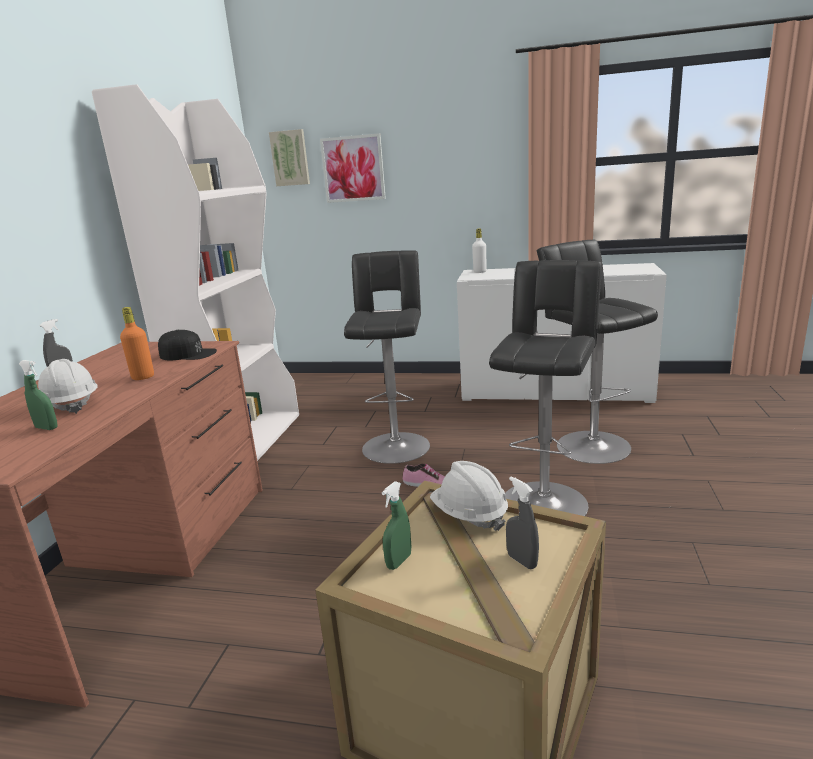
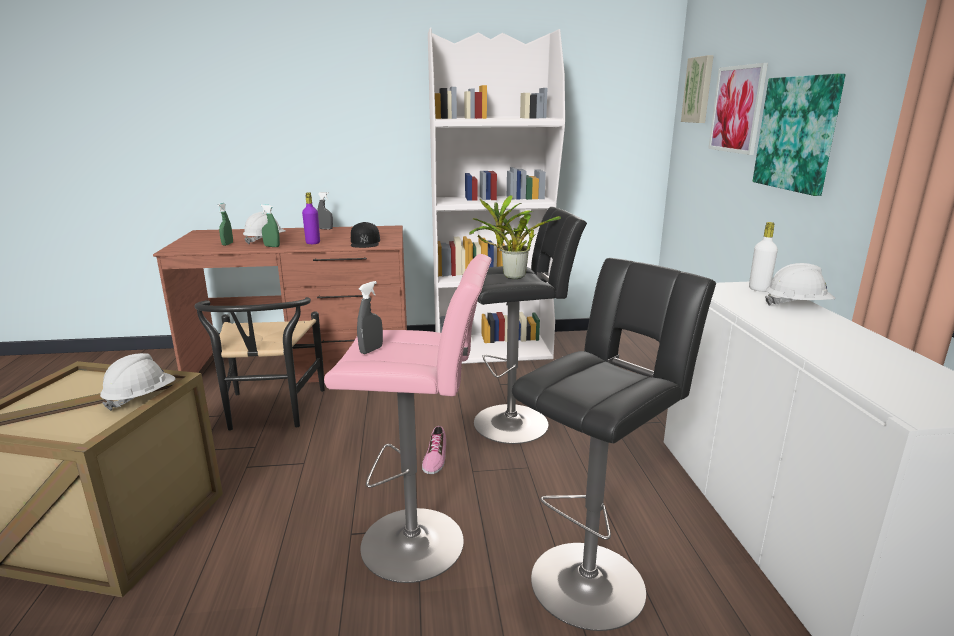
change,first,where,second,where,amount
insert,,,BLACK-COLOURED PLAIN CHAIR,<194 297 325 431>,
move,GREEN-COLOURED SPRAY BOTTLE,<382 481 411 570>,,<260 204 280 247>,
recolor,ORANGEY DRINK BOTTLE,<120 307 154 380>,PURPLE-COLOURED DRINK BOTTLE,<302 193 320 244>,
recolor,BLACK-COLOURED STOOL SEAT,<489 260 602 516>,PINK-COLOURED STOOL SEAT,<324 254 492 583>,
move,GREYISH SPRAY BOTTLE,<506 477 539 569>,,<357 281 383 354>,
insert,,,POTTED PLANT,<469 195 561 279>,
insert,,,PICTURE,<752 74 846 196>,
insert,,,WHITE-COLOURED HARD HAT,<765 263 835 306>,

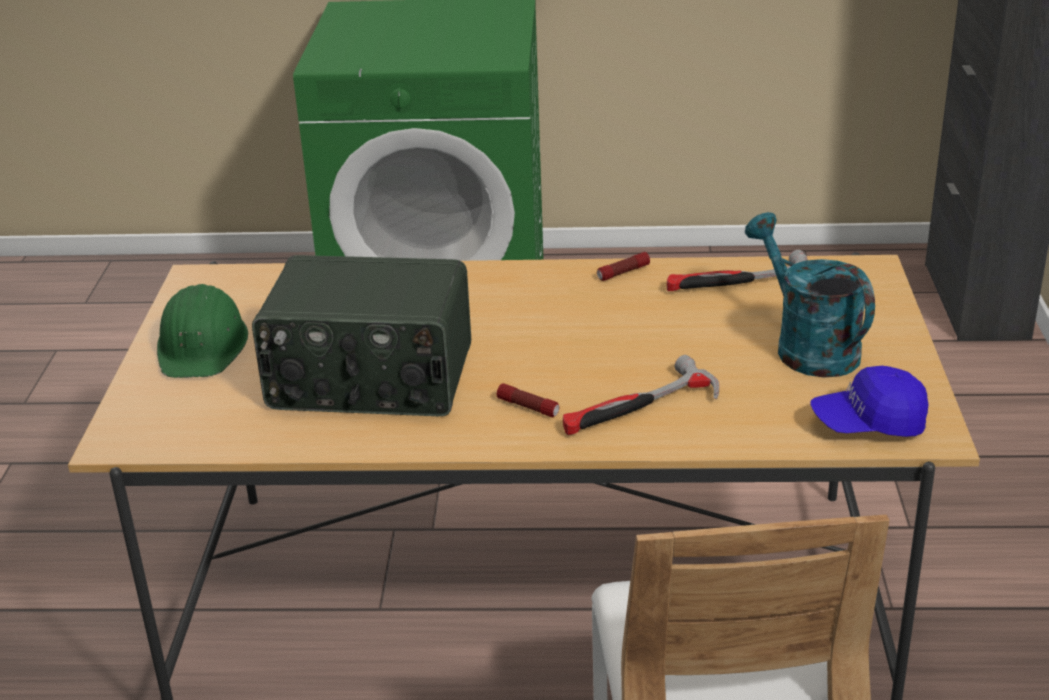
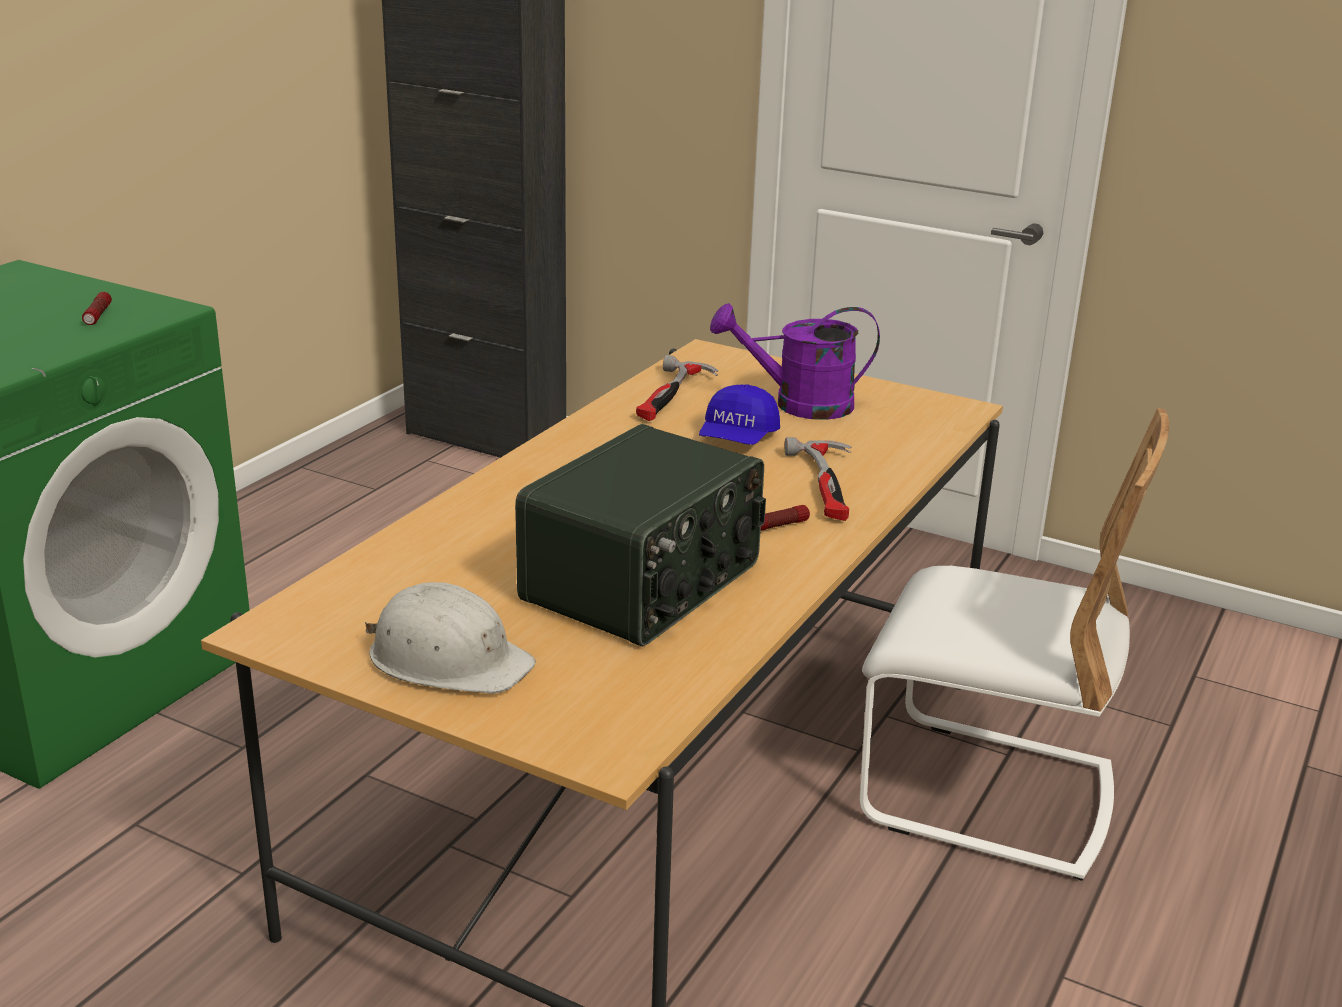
change,first,where,second,where,amount
move,HAND TORCH,<597 252 650 281>,,<82 292 112 325>,
recolor,GREEN-COLOURED HARD HAT,<157 284 248 378>,WHITE-COLOURED HARD HAT,<365 582 536 694>,
move,BLUE PEAKED CAP,<810 366 928 437>,,<699 384 780 445>,
recolor,BLUE-GREEN WATERING POT,<745 212 875 377>,PURPLE-COLOURED WATERING POT,<710 303 880 420>,

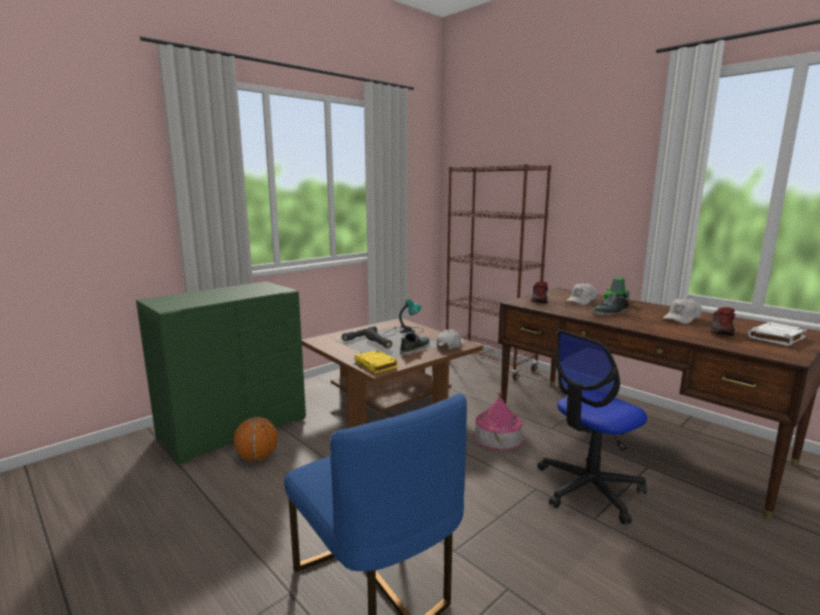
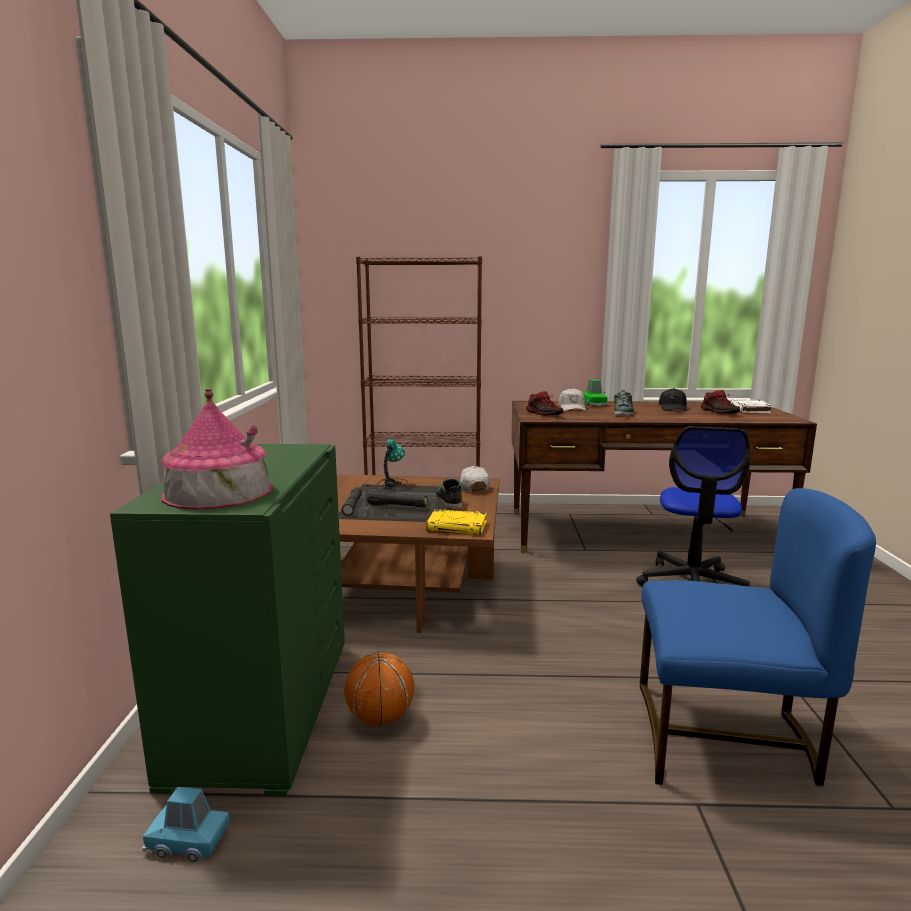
change,first,where,second,where,amount
insert,,,BLUE MODEL CAR,<142 787 230 862>,
move,MINIATURE HOUSE,<473 392 523 450>,,<160 388 273 510>,
recolor,WHITE-COLOURED PEAKED CAP,<662 298 702 324>,BLACK-COLOURED PEAKED CAP,<659 388 688 411>,

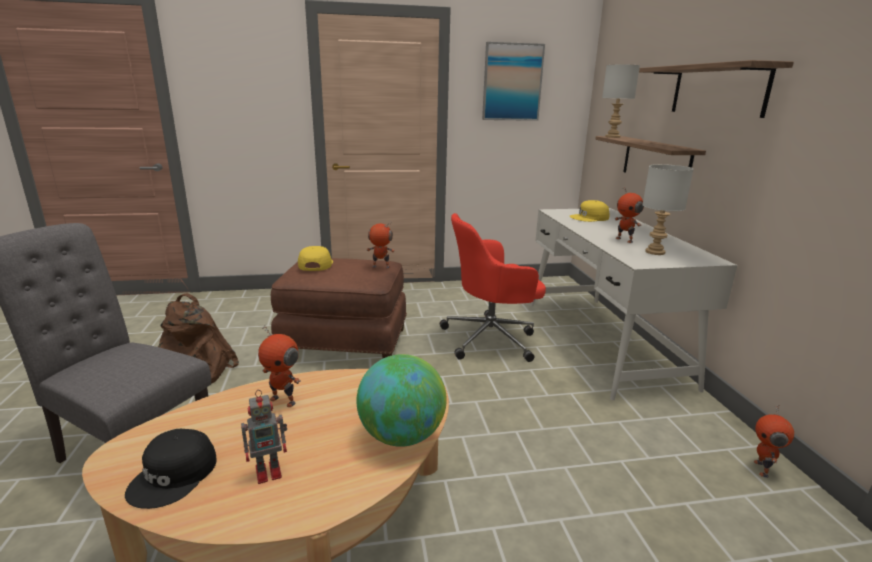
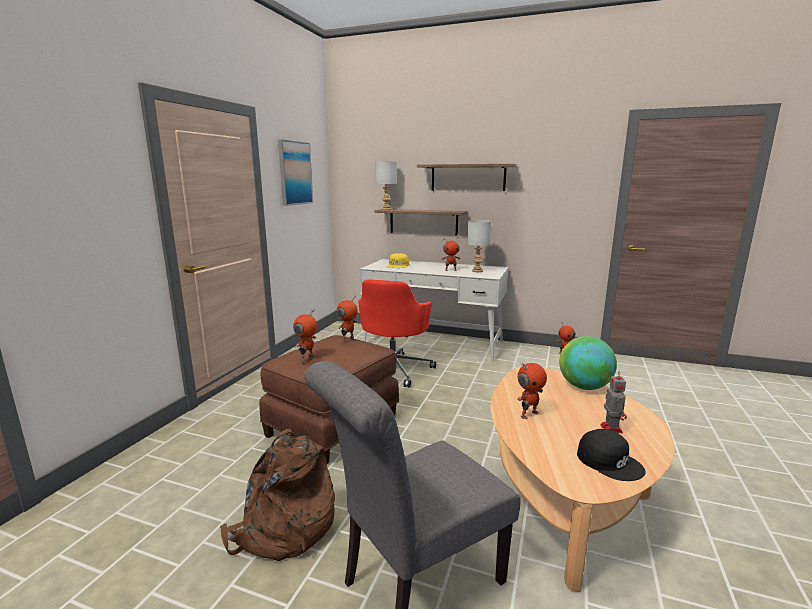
change,first,where,second,where,amount
replace,YELLOW PEAKED CAP,<298 246 333 271>,TOY ROBOT,<293 309 317 362>,

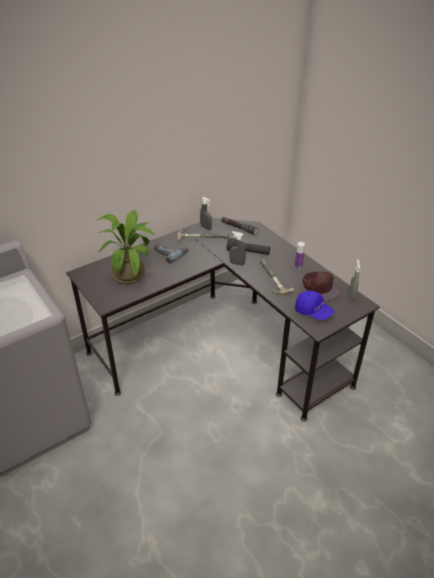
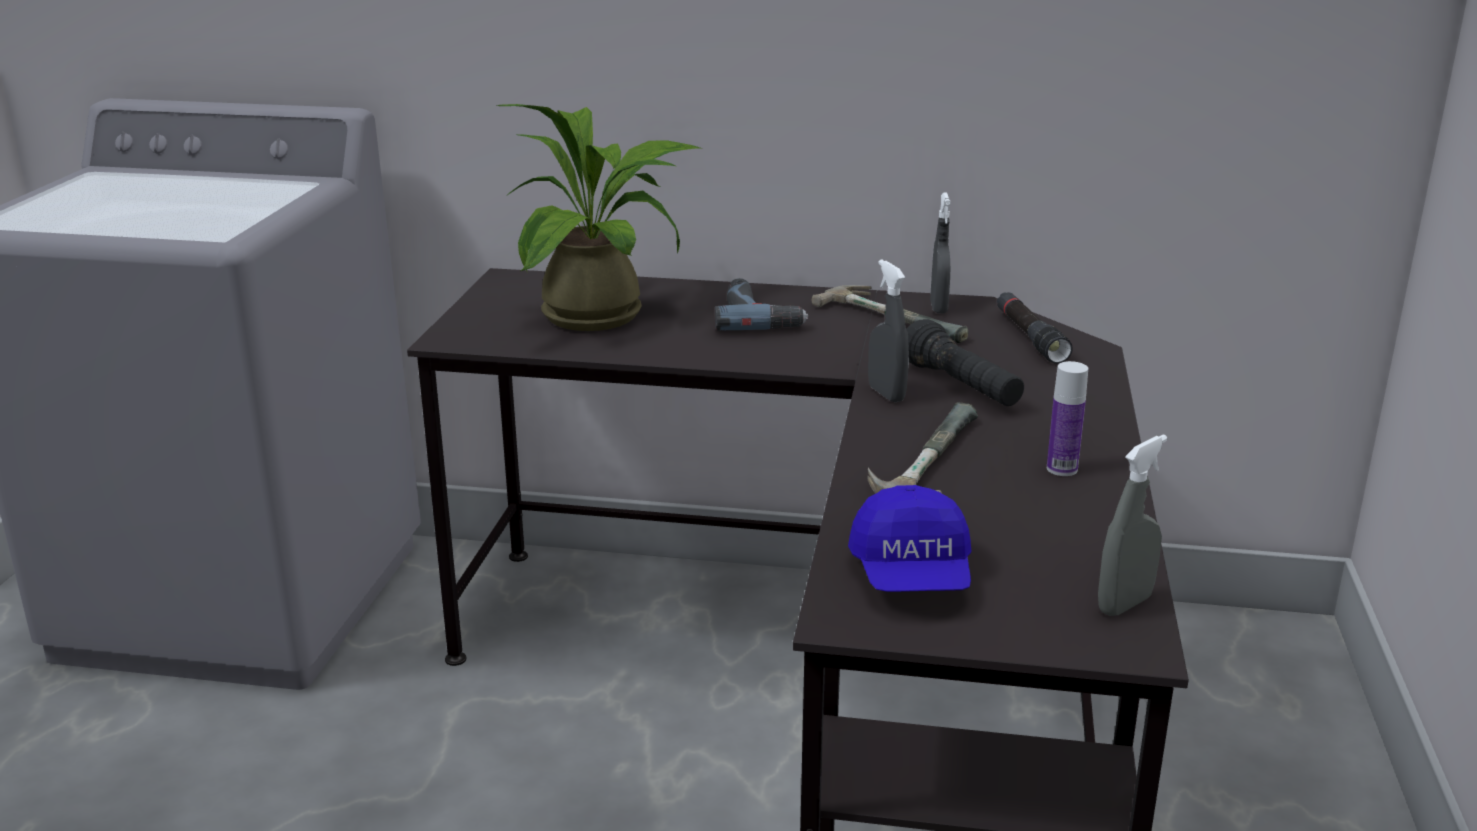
change,first,where,second,where,amount
delete,BROWN PEAKED CAP,<303 271 340 301>,,,

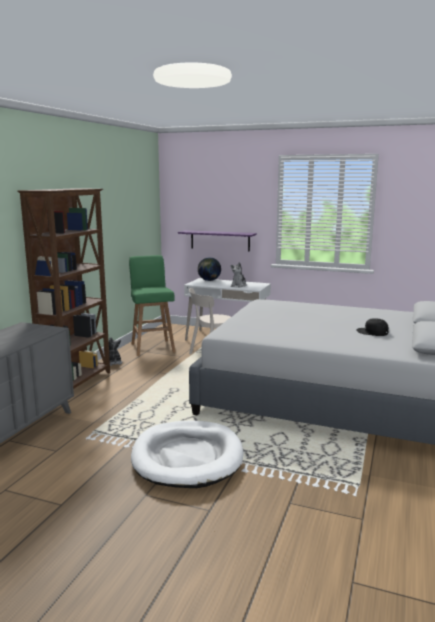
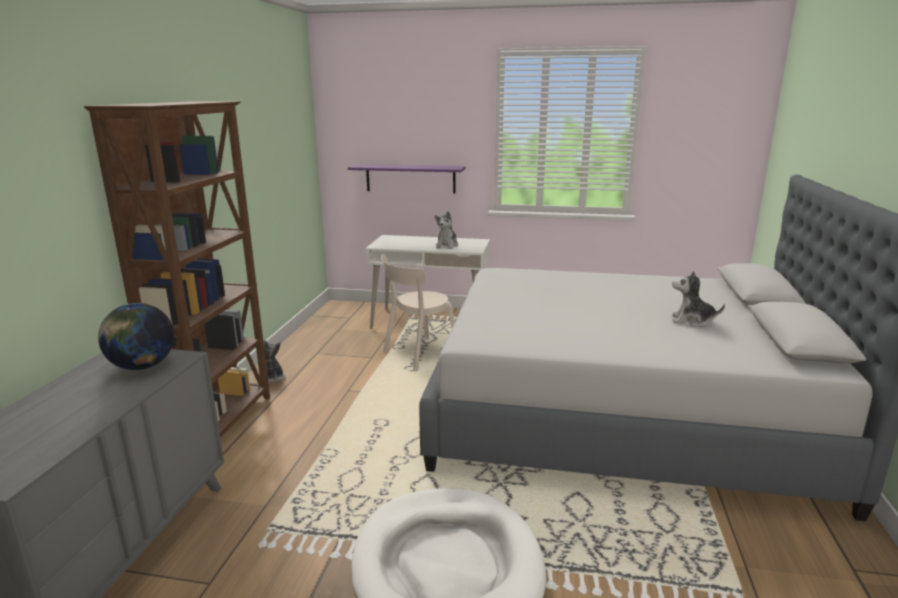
change,first,where,second,where,amount
move,DESK GLOBE,<198 257 221 281>,,<98 303 174 370>,
replace,BLACK-COLOURED PEAKED CAP,<356 319 389 336>,CUDDLY TOY,<672 271 725 327>,
delete,GREEN-COLOURED STOOL SEAT,<129 255 175 356>,,,

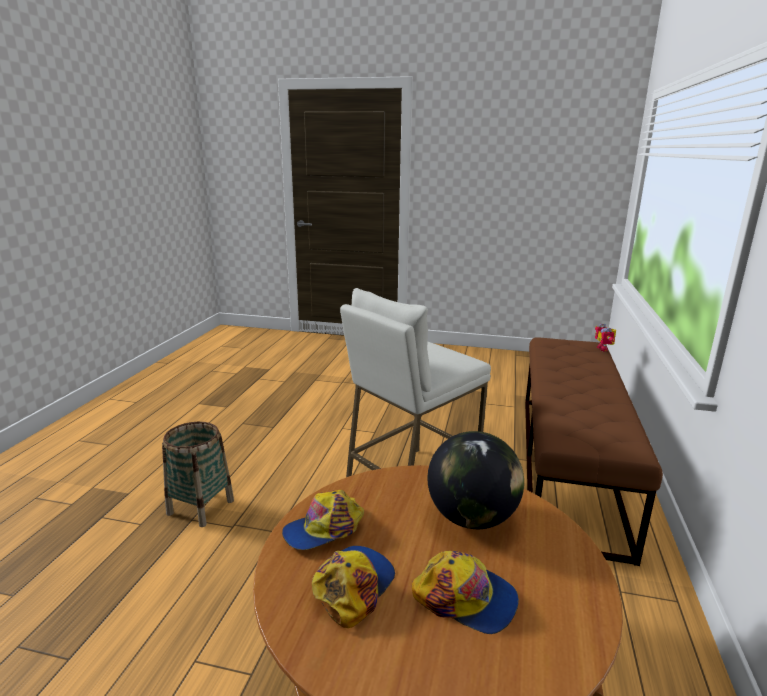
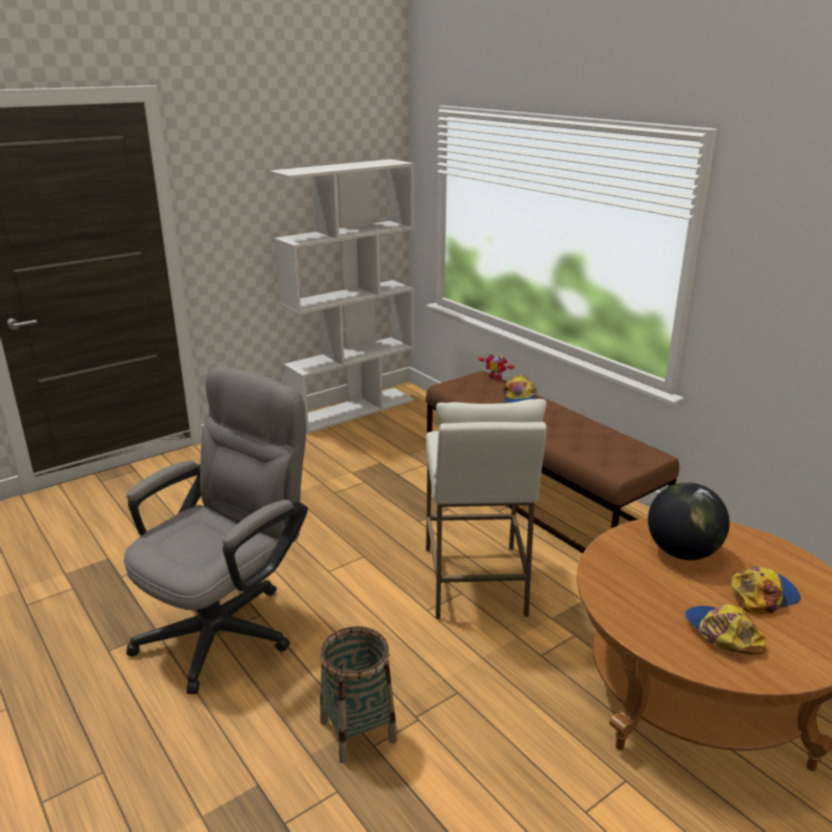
change,first,where,second,where,amount
insert,,,GREYISH COMPUTER CHAIR,<124 366 308 694>,
insert,,,WHITE-COLOURED BOOKCASE,<269 159 414 434>,
move,PEAKED CAP,<282 490 364 550>,,<504 375 537 403>,

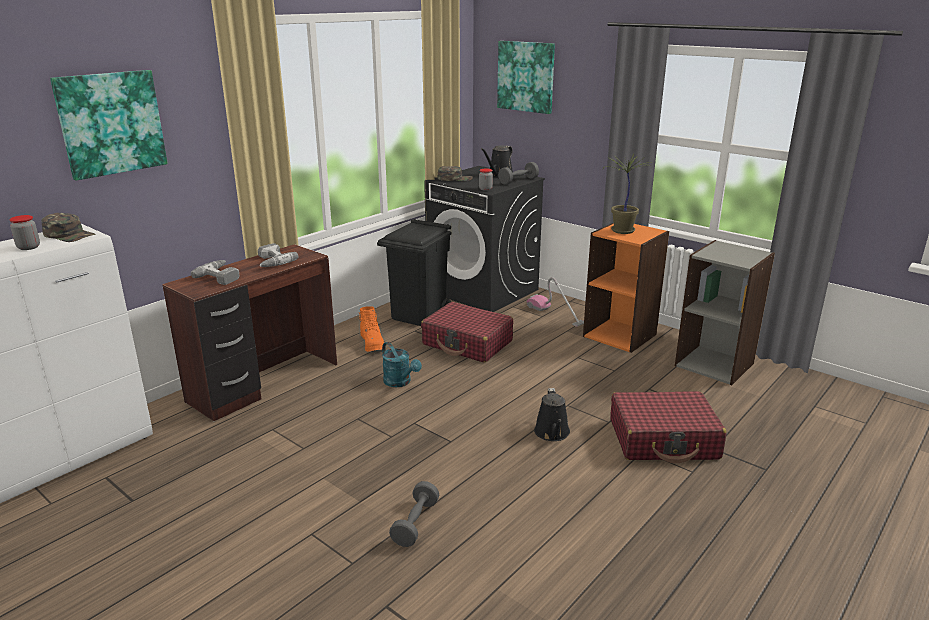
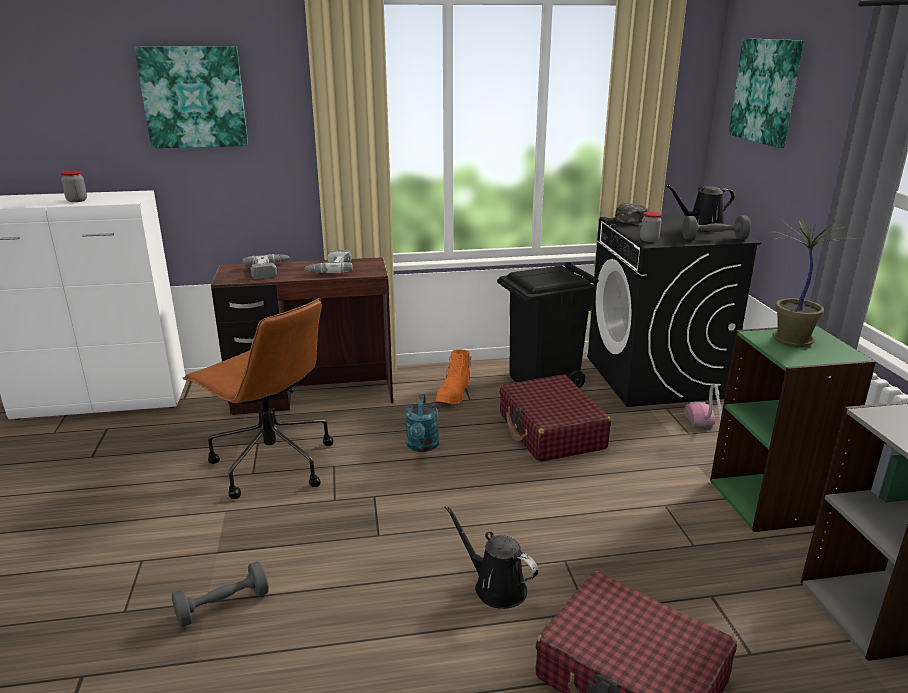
change,first,where,second,where,amount
insert,,,BROWN COMPUTER CHAIR,<183 298 333 499>,
rotate,BLACK-COLOURED WATERING POT,<534 388 570 441>,,<444 505 538 609>,90 degrees clockwise
recolor,ORANGEY BOOKCASE,<583 223 669 353>,GREEN-COLOURED BOOKCASE,<710 325 876 532>,
delete,GREEN-COLOURED PEAKED CAP,<41 213 96 242>,,,

